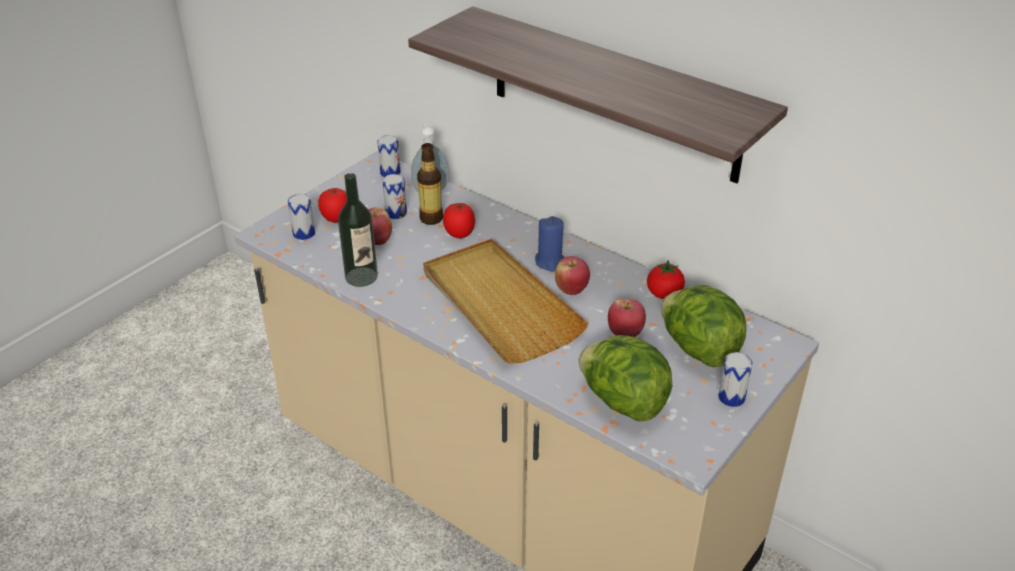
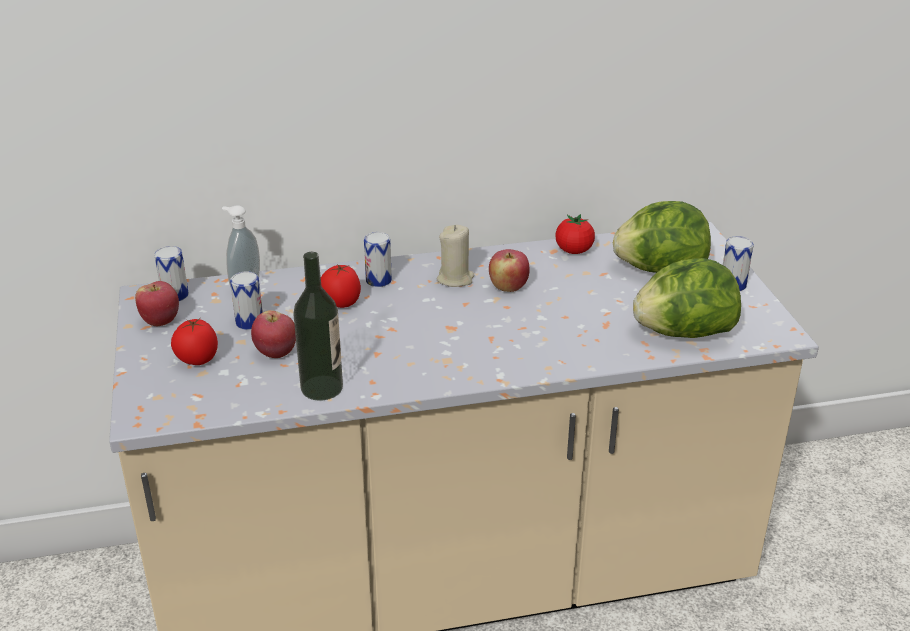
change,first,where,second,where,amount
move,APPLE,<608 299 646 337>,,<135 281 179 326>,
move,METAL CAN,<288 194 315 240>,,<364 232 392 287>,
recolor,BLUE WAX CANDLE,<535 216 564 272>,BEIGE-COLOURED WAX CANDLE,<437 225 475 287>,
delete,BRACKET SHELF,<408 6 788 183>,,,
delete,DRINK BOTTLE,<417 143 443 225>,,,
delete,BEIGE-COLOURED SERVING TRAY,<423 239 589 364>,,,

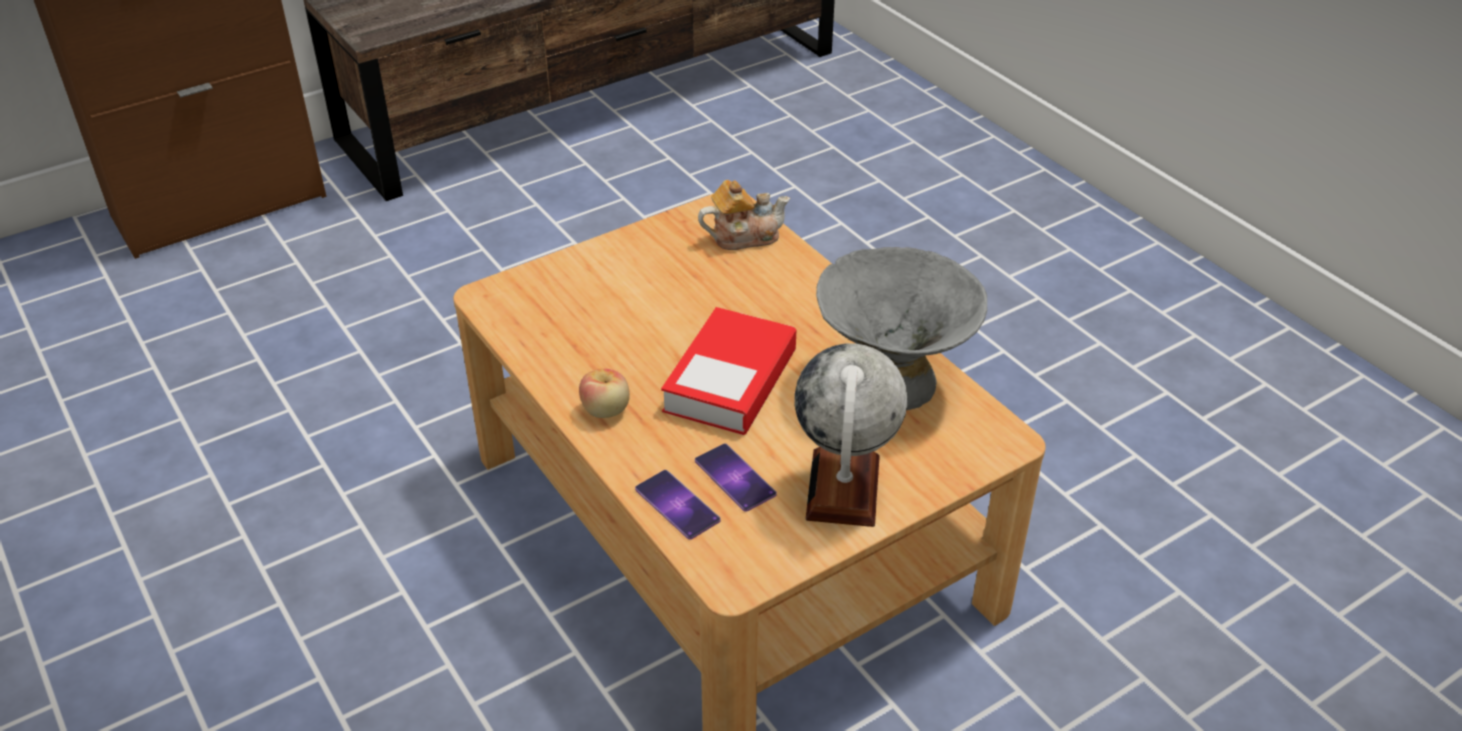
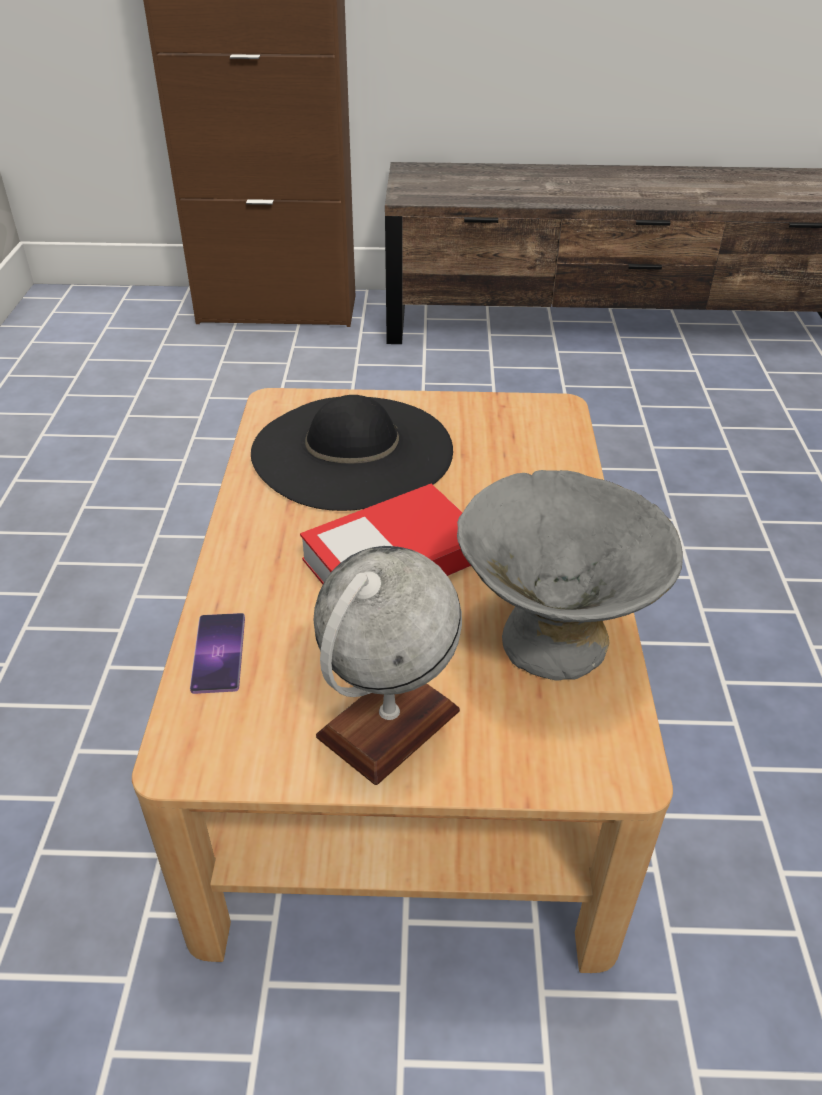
change,first,where,second,where,amount
insert,,,BLACK-COLOURED WEARABLE HAT,<251 395 453 511>,
delete,APPLE,<579 369 630 418>,,,
delete,TELEPHONE,<695 443 777 512>,,,
delete,TEA POT,<698 180 790 250>,,,

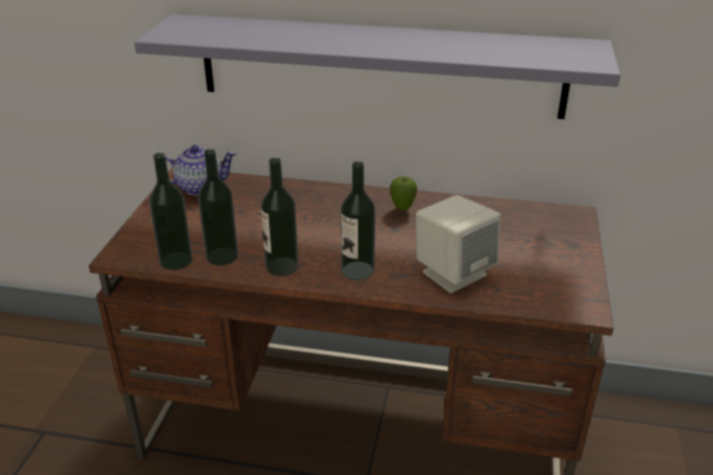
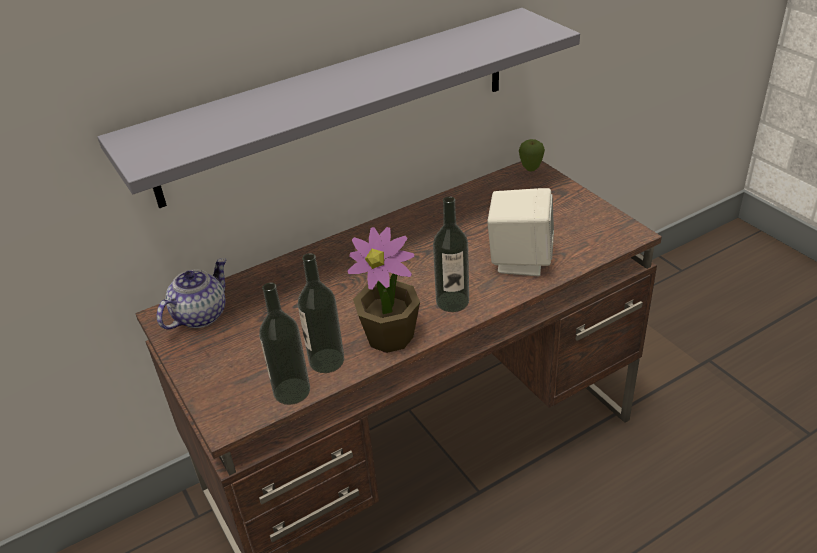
change,first,where,second,where,amount
replace,DRINK BOTTLE,<261 158 299 276>,POTTED PLANT,<347 227 420 353>,
move,APPLE,<390 176 417 211>,,<519 139 545 171>,

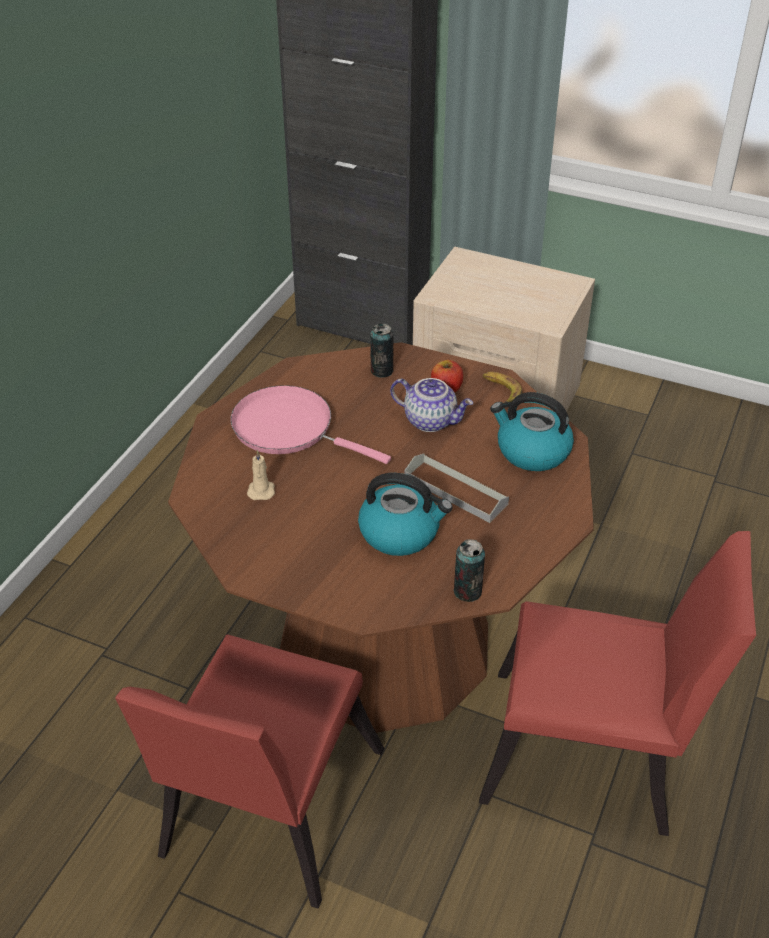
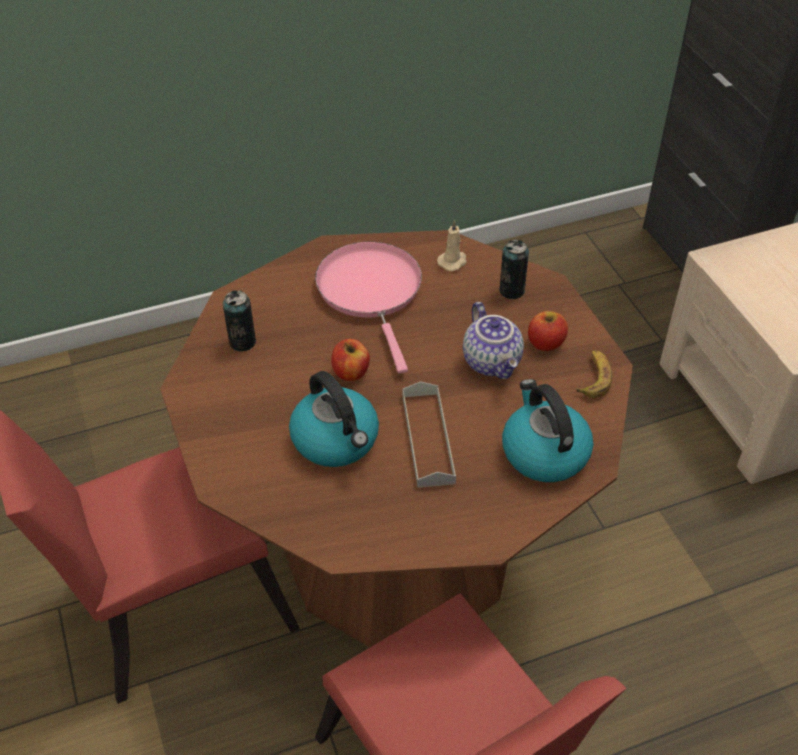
change,first,where,second,where,amount
move,METAL CAN,<453 539 485 602>,,<223 290 256 351>,
insert,,,APPLE,<331 339 370 381>,
move,BEIGE-COLOURED WAX CANDLE,<247 450 275 500>,,<437 220 467 271>,

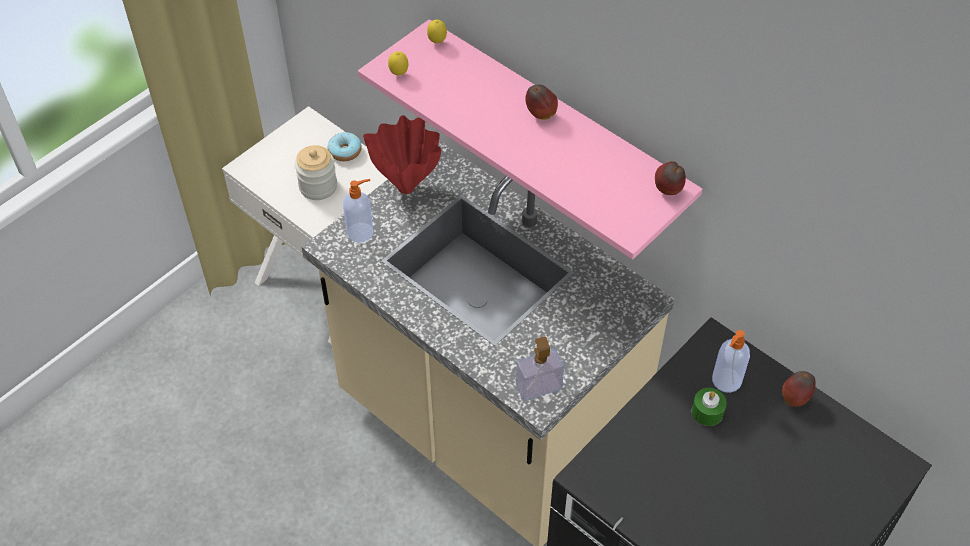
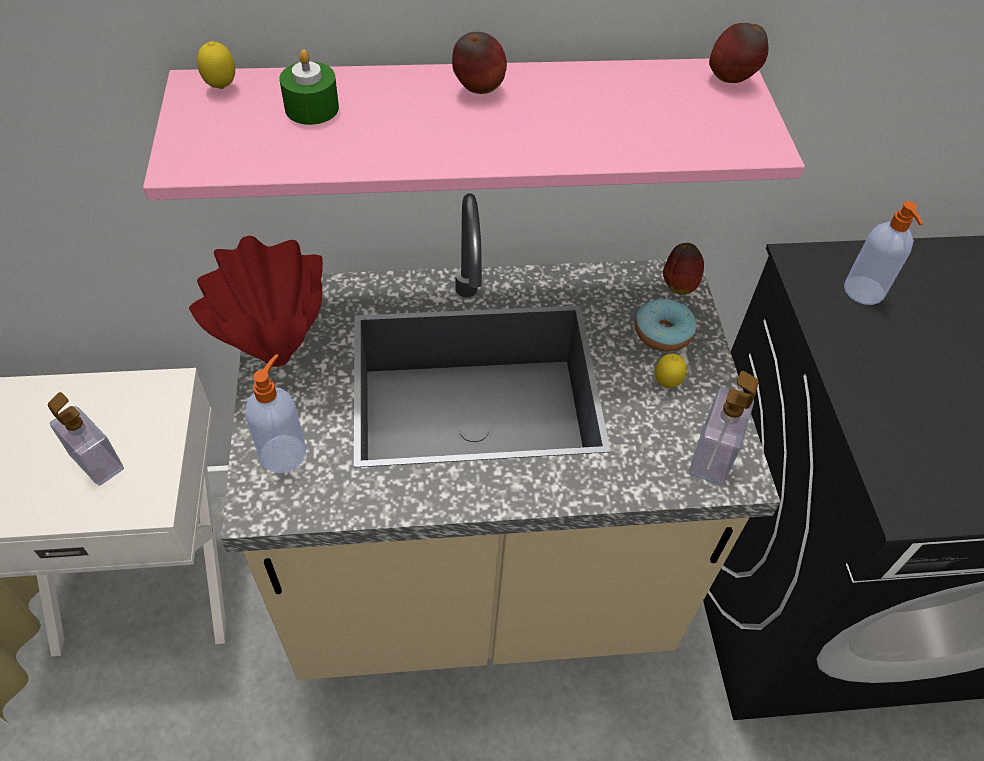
change,first,where,second,where,amount
replace,PRESERVE JAR,<295 145 337 200>,LIQUID SOAP BOTTLE,<48 392 124 486>,
move,GREEN-COLOURED WAX CANDLE,<692 388 727 426>,,<279 49 339 125>,
move,DOUGHNUT,<328 132 362 161>,,<635 299 696 352>,
move,LEMON,<388 51 408 75>,,<655 353 687 388>,
move,APPLE,<782 371 816 407>,,<663 243 704 295>,

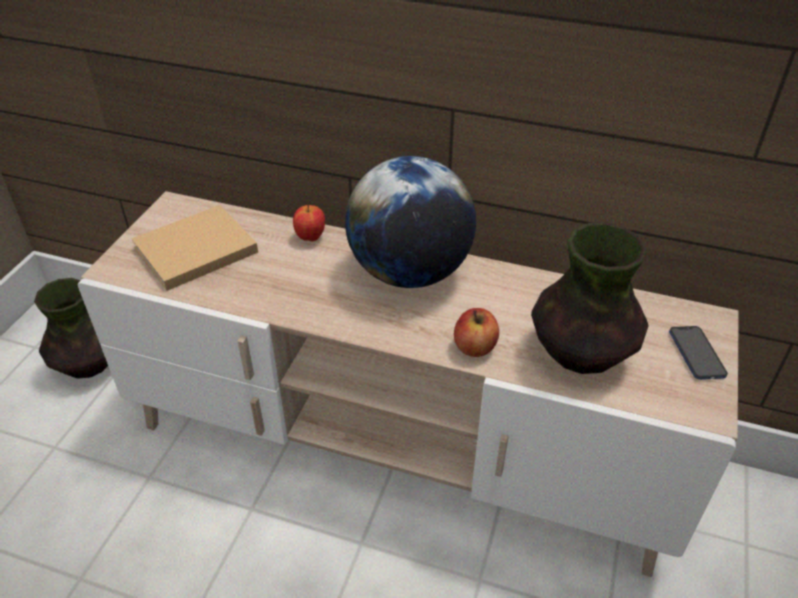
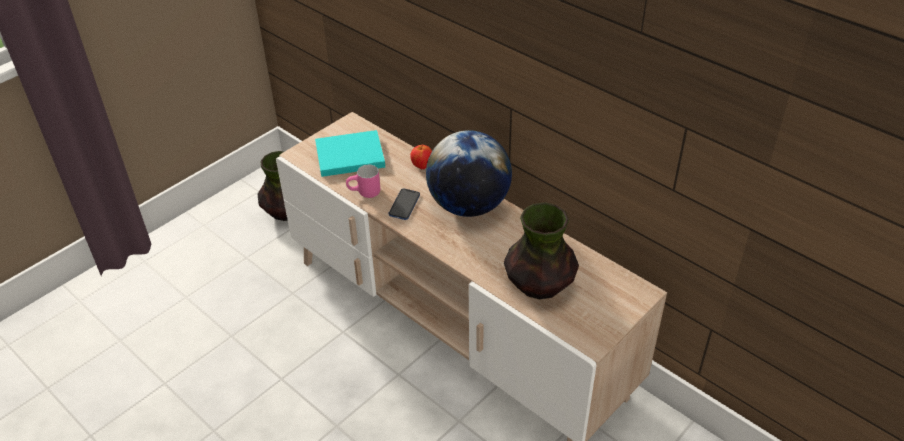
change,first,where,second,where,amount
recolor,BEIGE-COLOURED VOLUME,<132 205 258 291>,BLUE-GREEN VOLUME,<315 130 385 177>,
insert,,,PINK-COLOURED COFFEE MUG,<346 165 380 198>,
move,TELEPHONE,<669 326 728 380>,,<389 188 420 220>,
delete,APPLE,<454 308 499 357>,,,

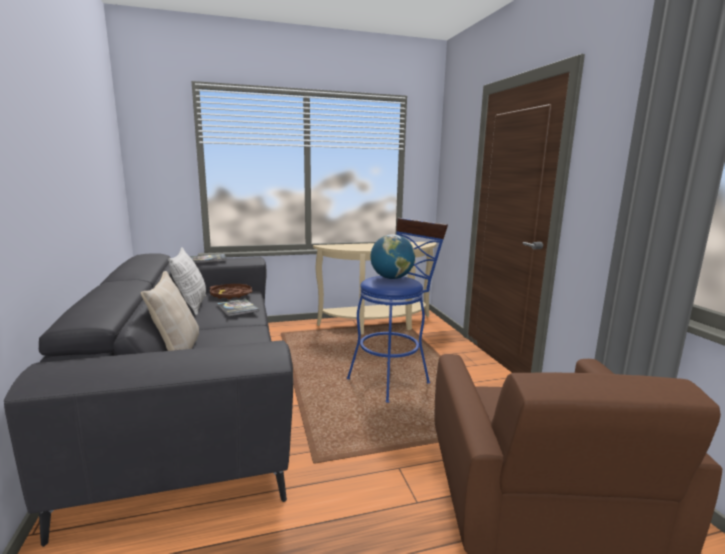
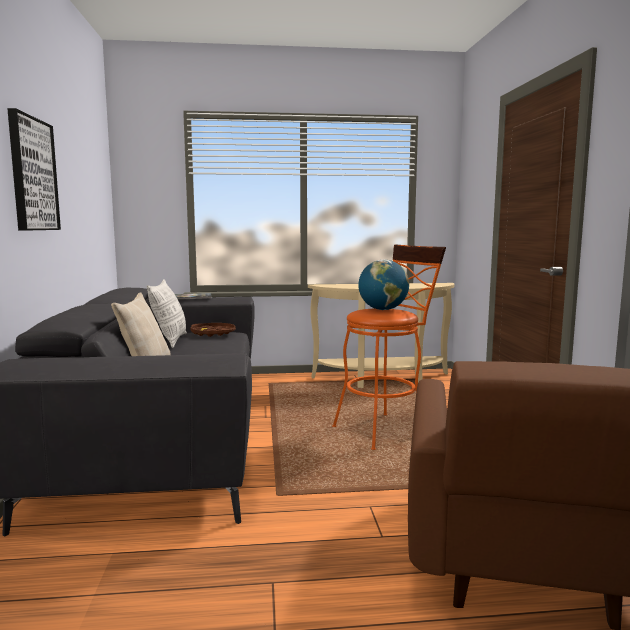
change,first,where,second,where,amount
insert,,,PICTURE,<7 108 61 231>,
recolor,BLUE STOOL SEAT,<346 218 448 403>,ORANGEY STOOL SEAT,<332 245 446 450>,
delete,VOLUME,<217 299 259 316>,,,

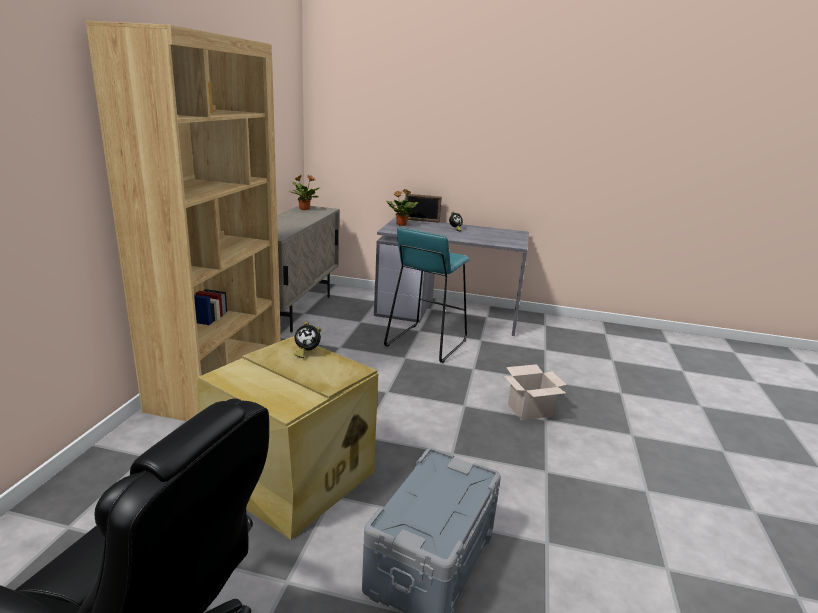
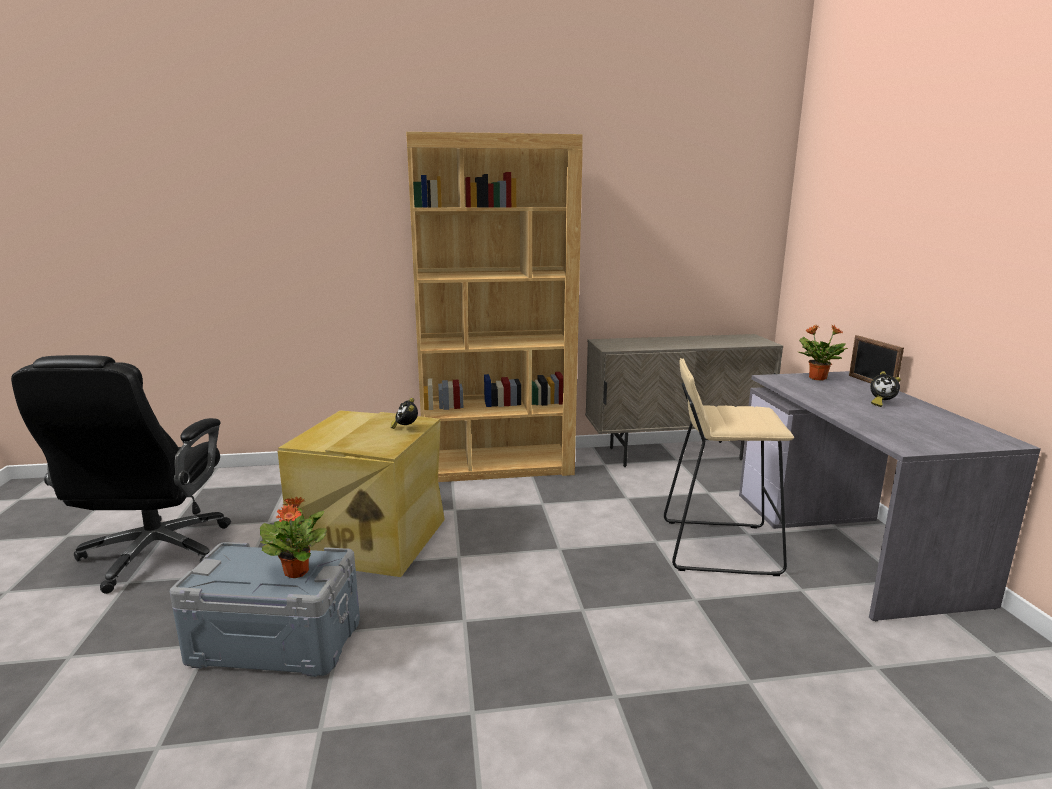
change,first,where,second,where,amount
move,POTTED PLANT,<289 175 320 210>,,<260 497 327 578>,
recolor,BLUE-GREEN STOOL SEAT,<384 228 470 363>,BEIGE-COLOURED STOOL SEAT,<664 358 794 576>,
delete,CARTON,<504 364 567 420>,,,

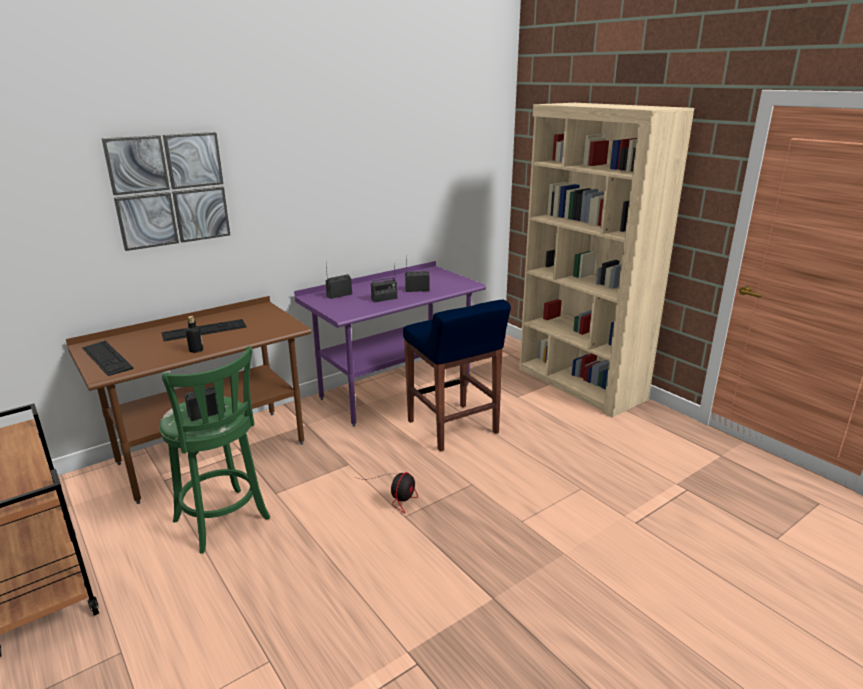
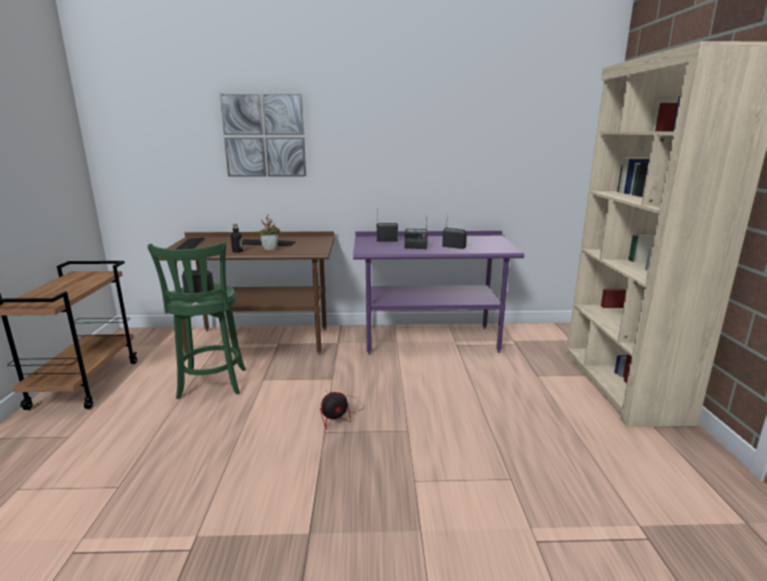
change,first,where,second,where,amount
insert,,,POTTED PLANT,<259 214 280 250>,
delete,BLUE STOOL SEAT,<403 300 511 452>,,,

